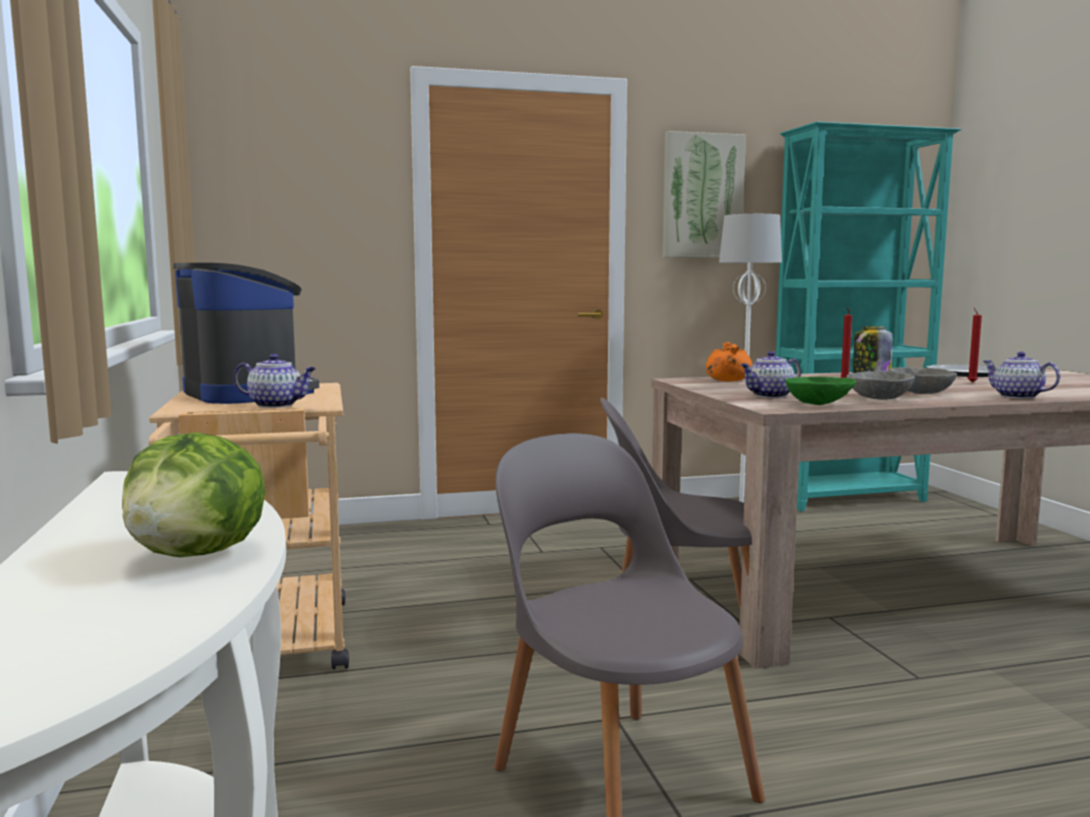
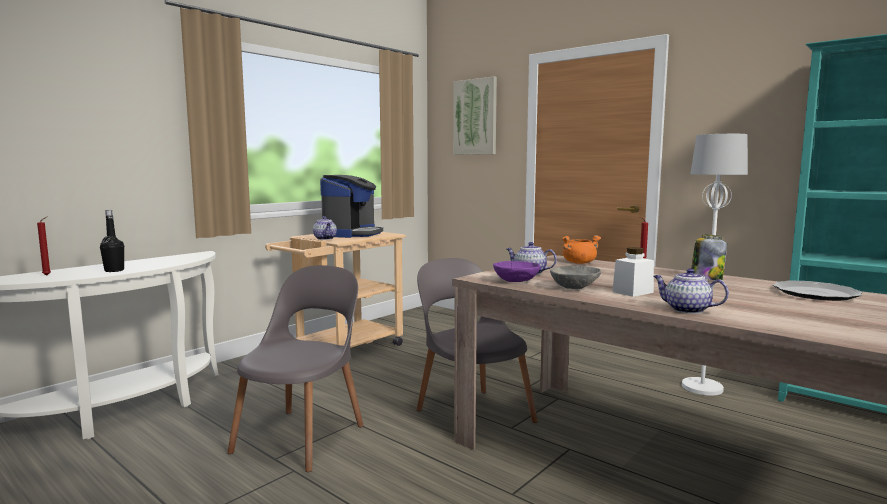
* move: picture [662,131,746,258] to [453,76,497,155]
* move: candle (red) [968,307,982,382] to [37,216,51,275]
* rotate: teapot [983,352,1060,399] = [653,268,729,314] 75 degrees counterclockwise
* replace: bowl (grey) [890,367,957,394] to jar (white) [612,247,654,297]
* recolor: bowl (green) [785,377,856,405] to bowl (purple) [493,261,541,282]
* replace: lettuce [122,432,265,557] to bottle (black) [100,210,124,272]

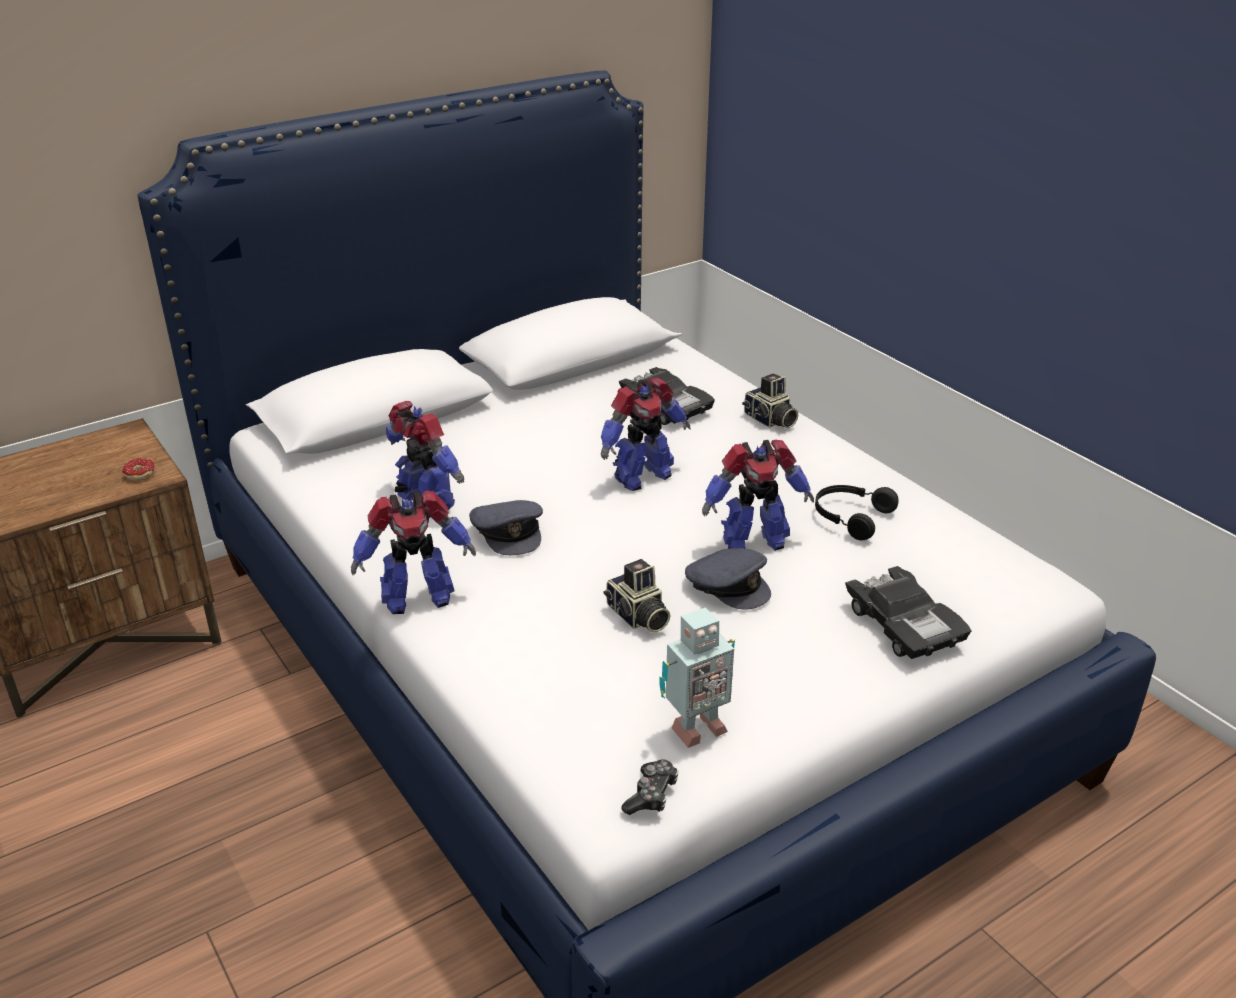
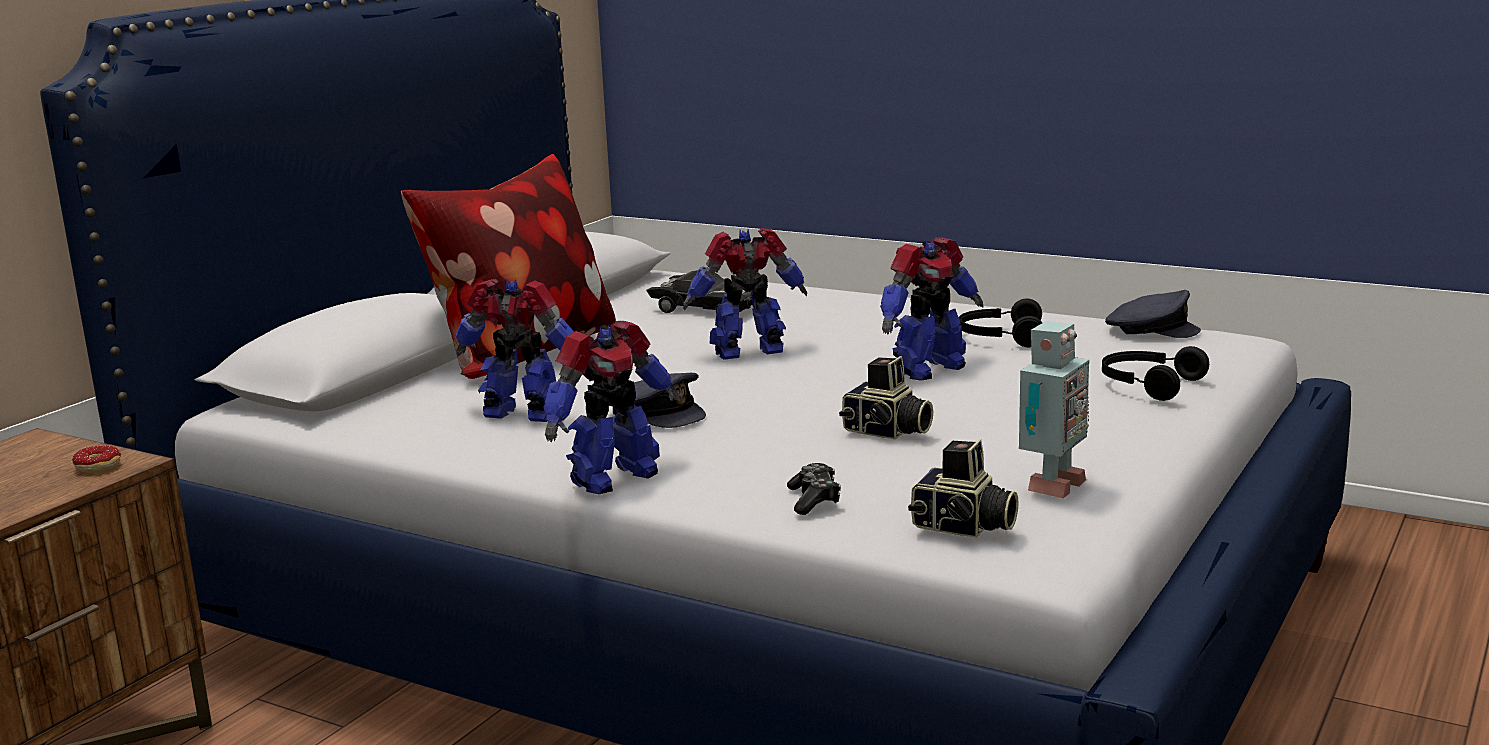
* move: photo camera [742,373,798,428] to [908,439,1018,538]
* rotate: toy robot [601,378,690,491] = [683,228,807,360] 135 degrees counterclockwise
* move: cap (grey) [685,548,771,610] to [1105,290,1201,338]
* replace: toy car (black) [845,566,972,659] to headphones (black) [1102,346,1209,401]
* move: game controller [621,760,678,815] to [787,463,841,515]
* insert: pillow [401,154,616,379]

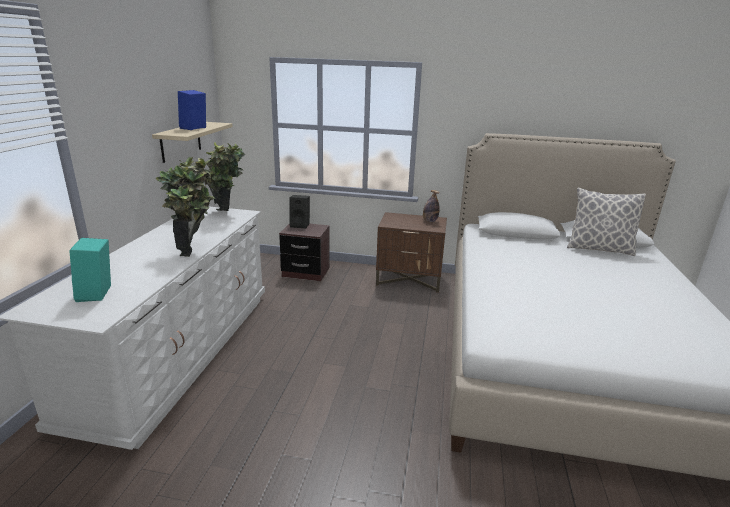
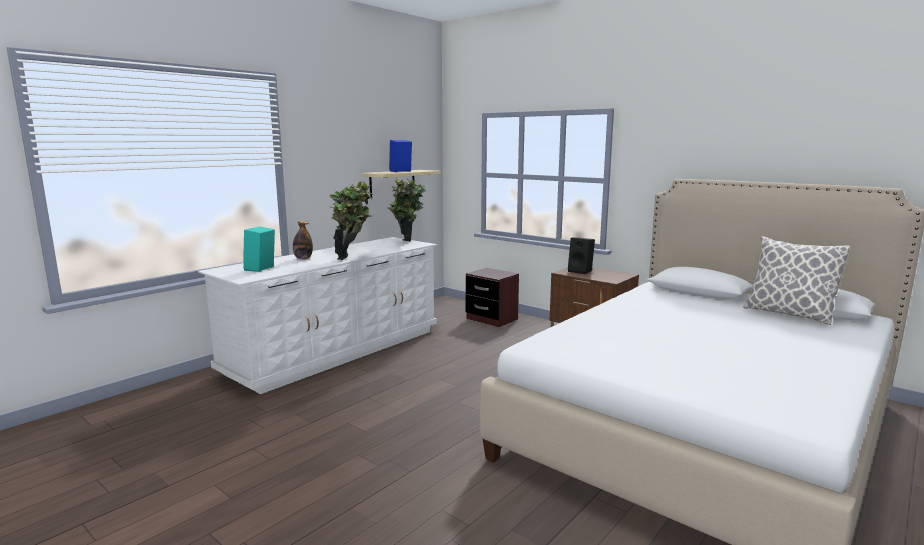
* move: bottle [423,190,440,222] to [293,221,313,259]
* move: speaker (black) [290,195,310,228] to [568,237,595,274]

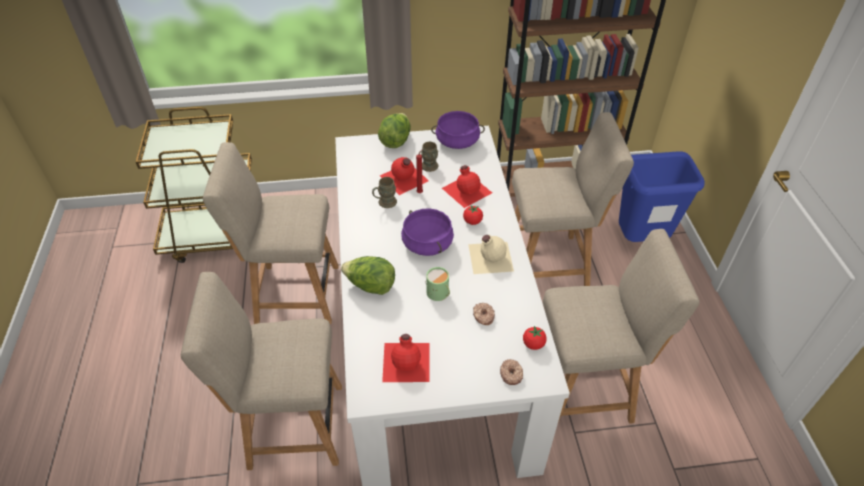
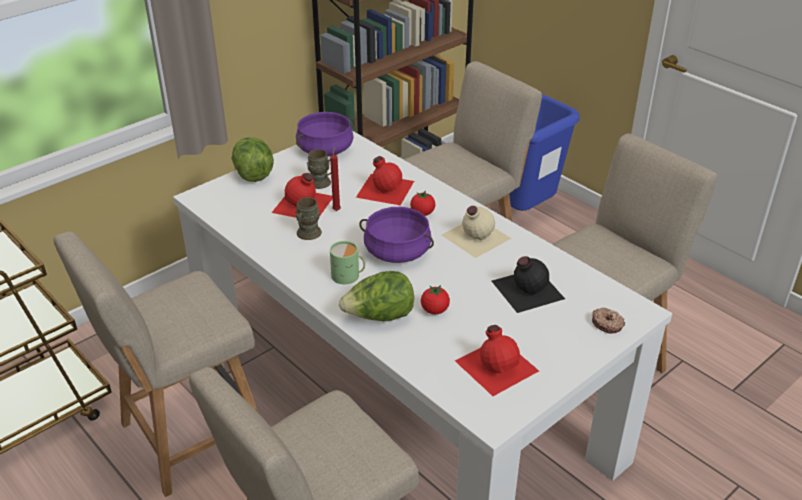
* move: mug (green) [426,267,450,301] to [330,241,365,284]
* replace: donut [473,303,495,325] to bottle (black) [492,256,565,313]
* move: tomato [523,326,546,350] to [421,285,450,314]

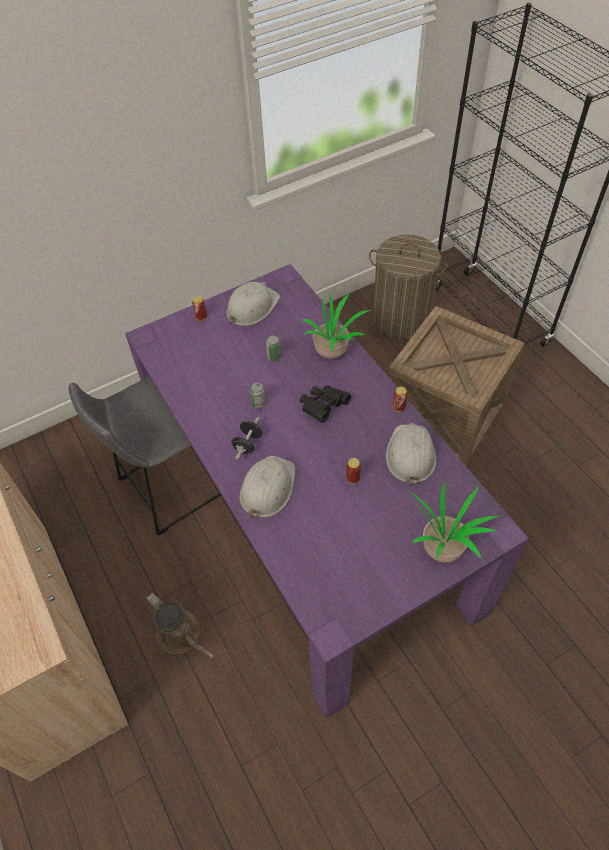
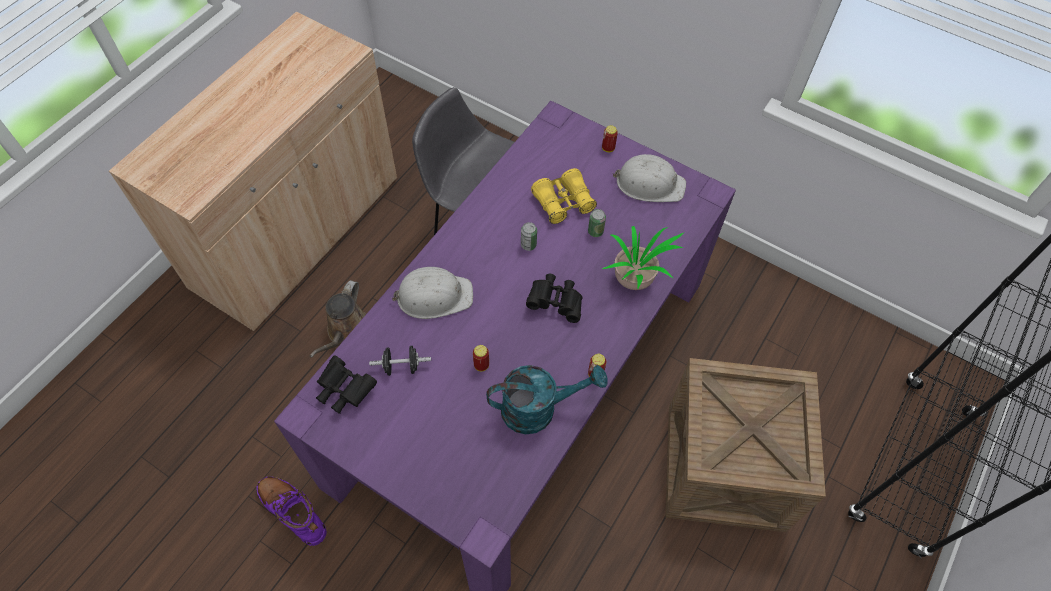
* delete: laundry basket [369,234,448,341]
* move: dumbbell (black) [232,417,262,459] to [369,346,431,376]
* replace: hard hat (white) [386,423,436,486] to watering can (turquoise) [486,365,608,434]
* delete: potted plant [410,480,499,563]
* insert: binoculars (yellow) [531,168,597,224]
* insert: binoculars (black) [316,355,377,414]
* insert: boot (purple) [256,477,327,546]

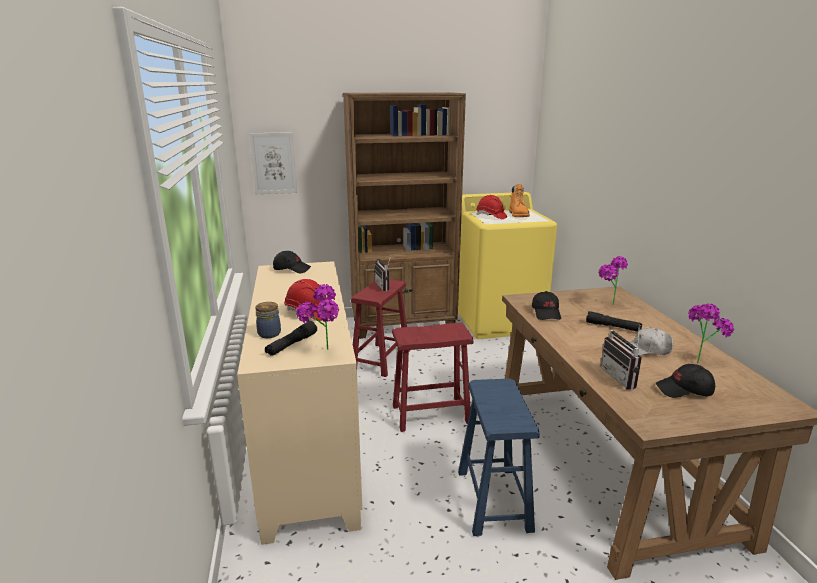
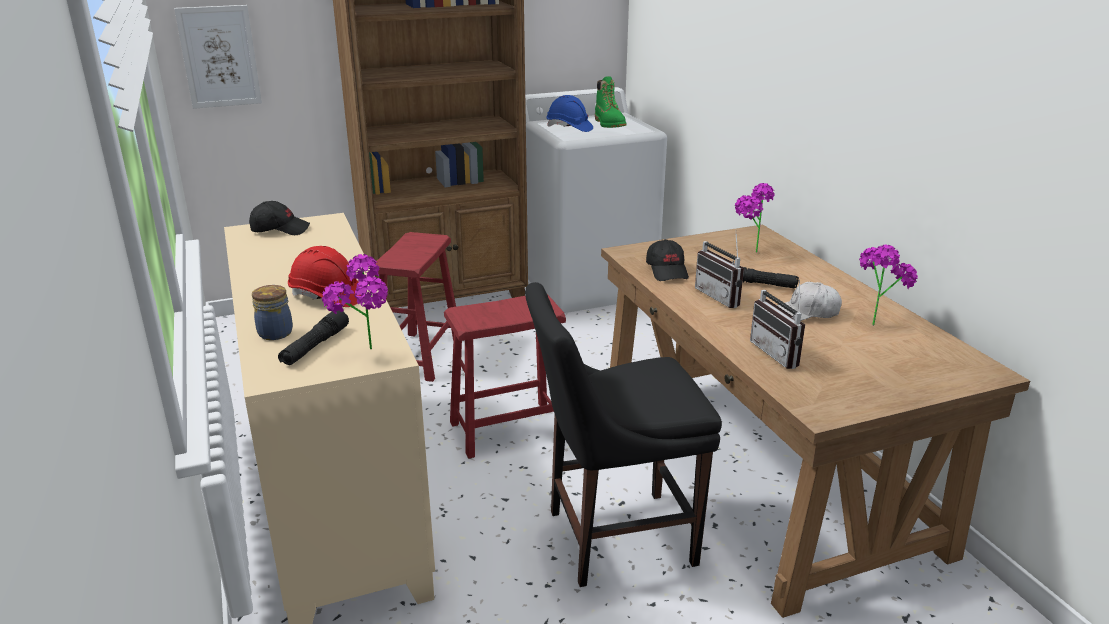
* recolor: boot (orange) [509,184,530,217] to boot (green) [595,76,627,128]
* recolor: washing machine (yellow) [458,192,557,339] to washing machine (white) [525,87,667,313]
* recolor: hard hat (red) [476,195,507,219] to hard hat (blue) [547,95,593,132]
* move: radio [374,255,391,291] to [695,231,744,308]
* delete: cap (black) [656,364,715,398]
* replace: stool (blue) [458,379,540,536] to chair (black) [525,282,722,587]

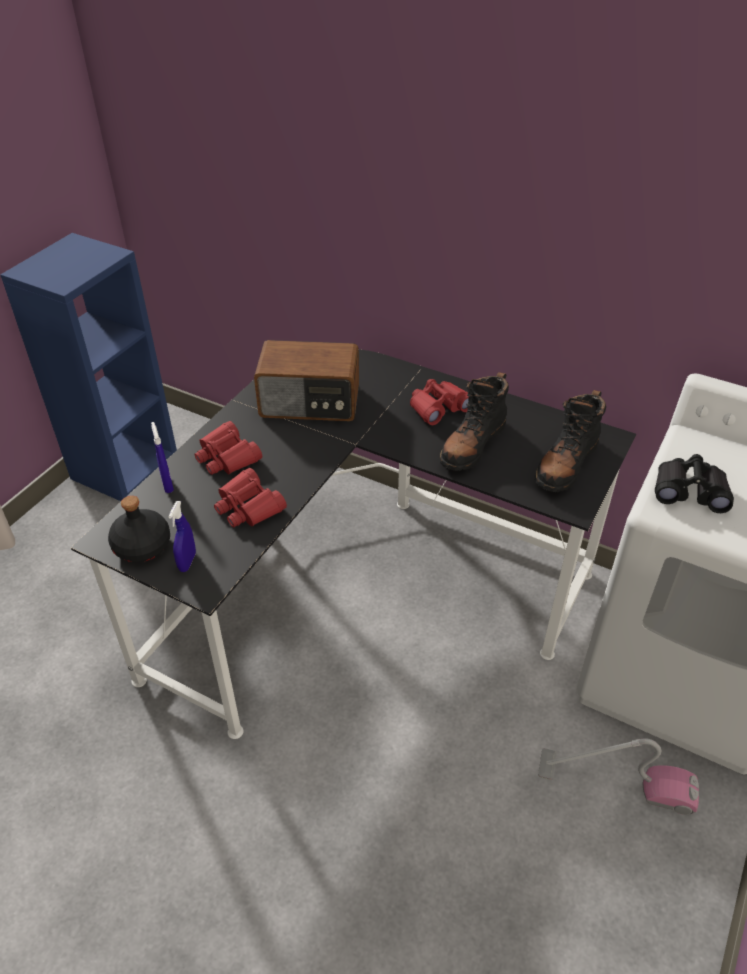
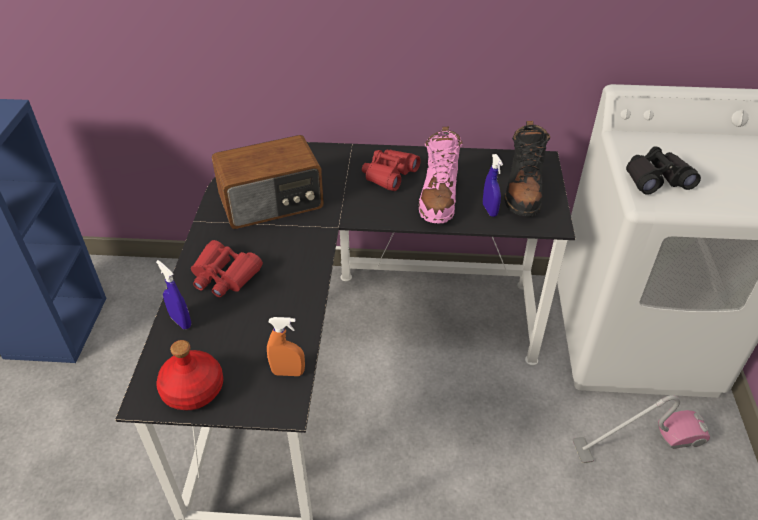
* recolor: boot (black) [439,372,509,471] to boot (pink) [418,126,462,223]
* delete: binoculars (red) [214,468,287,527]
* recolor: bottle (black) [108,496,170,562] to bottle (red) [156,340,223,410]
* move: spray bottle (blue) [169,501,196,572] to [483,154,503,217]
* insert: spray bottle (orange) [267,317,305,376]

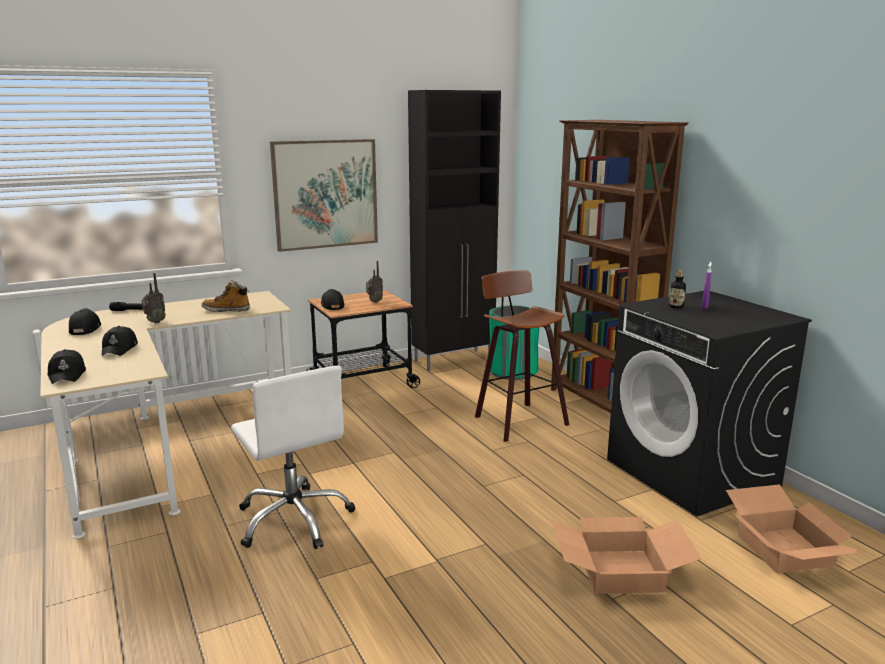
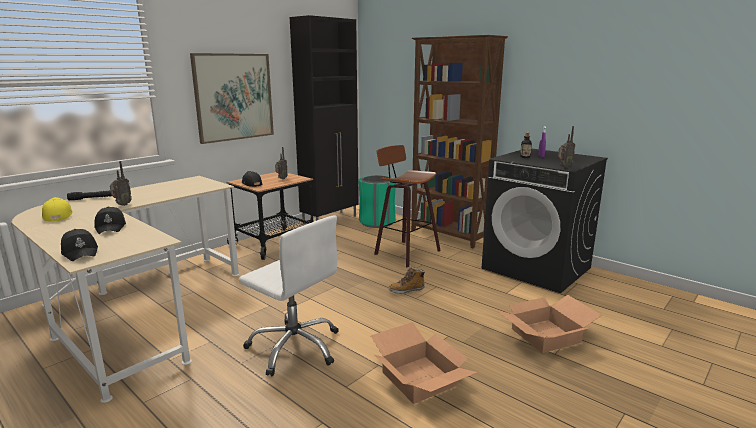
* move: boot [202,280,250,312] to [389,266,425,294]
* recolor: cap (black) [69,308,101,335] to cap (yellow) [42,197,73,222]
* move: cardboard box [726,484,864,574] to [371,322,477,404]
* insert: radio [558,126,575,168]

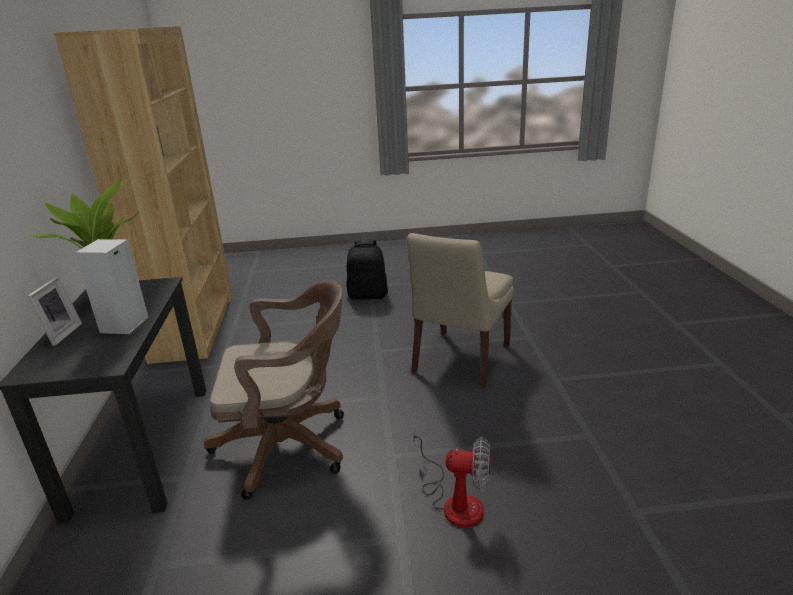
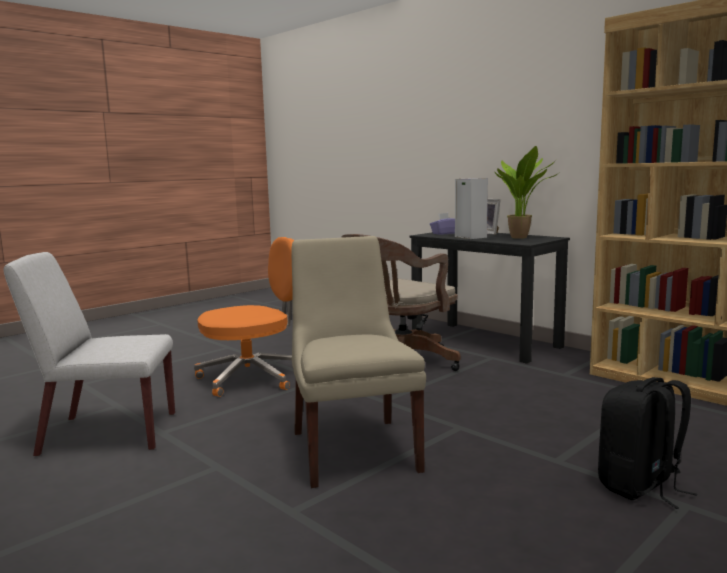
* replace: fan [413,427,491,527] to office chair (orange) [194,237,294,397]
* insert: tissue box (purple) [430,213,455,235]
* insert: chair (white) [4,252,175,457]

